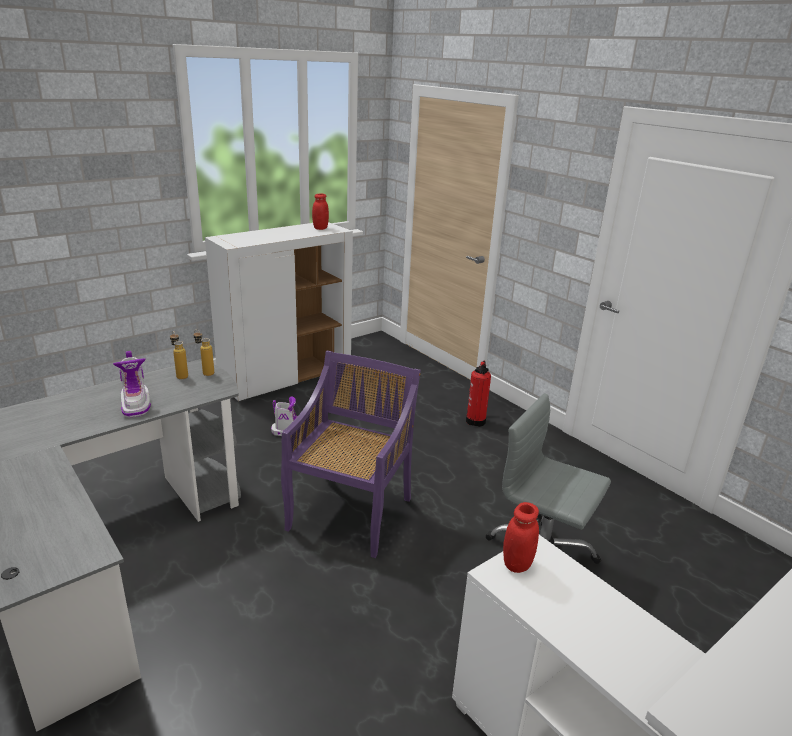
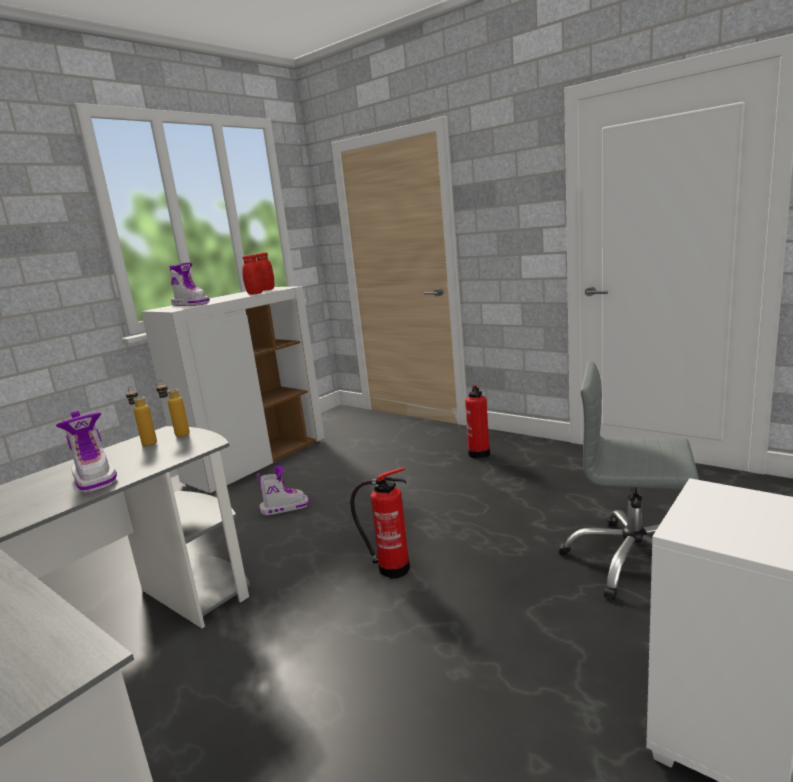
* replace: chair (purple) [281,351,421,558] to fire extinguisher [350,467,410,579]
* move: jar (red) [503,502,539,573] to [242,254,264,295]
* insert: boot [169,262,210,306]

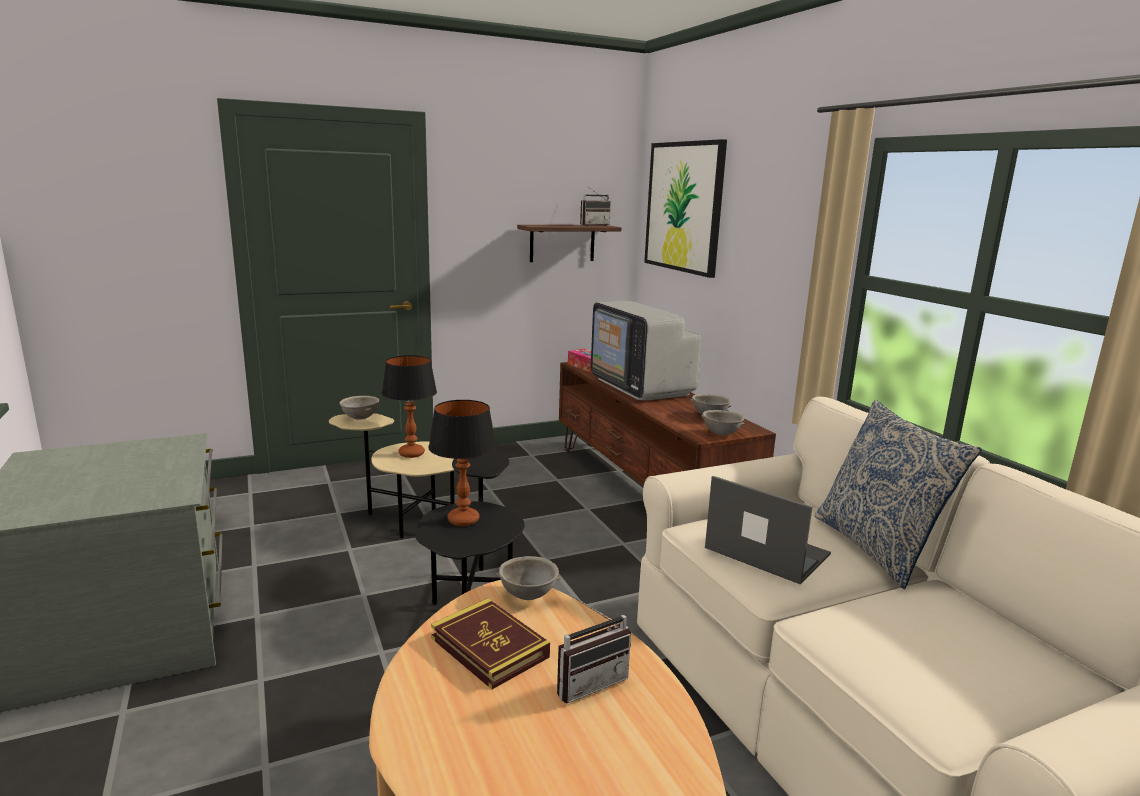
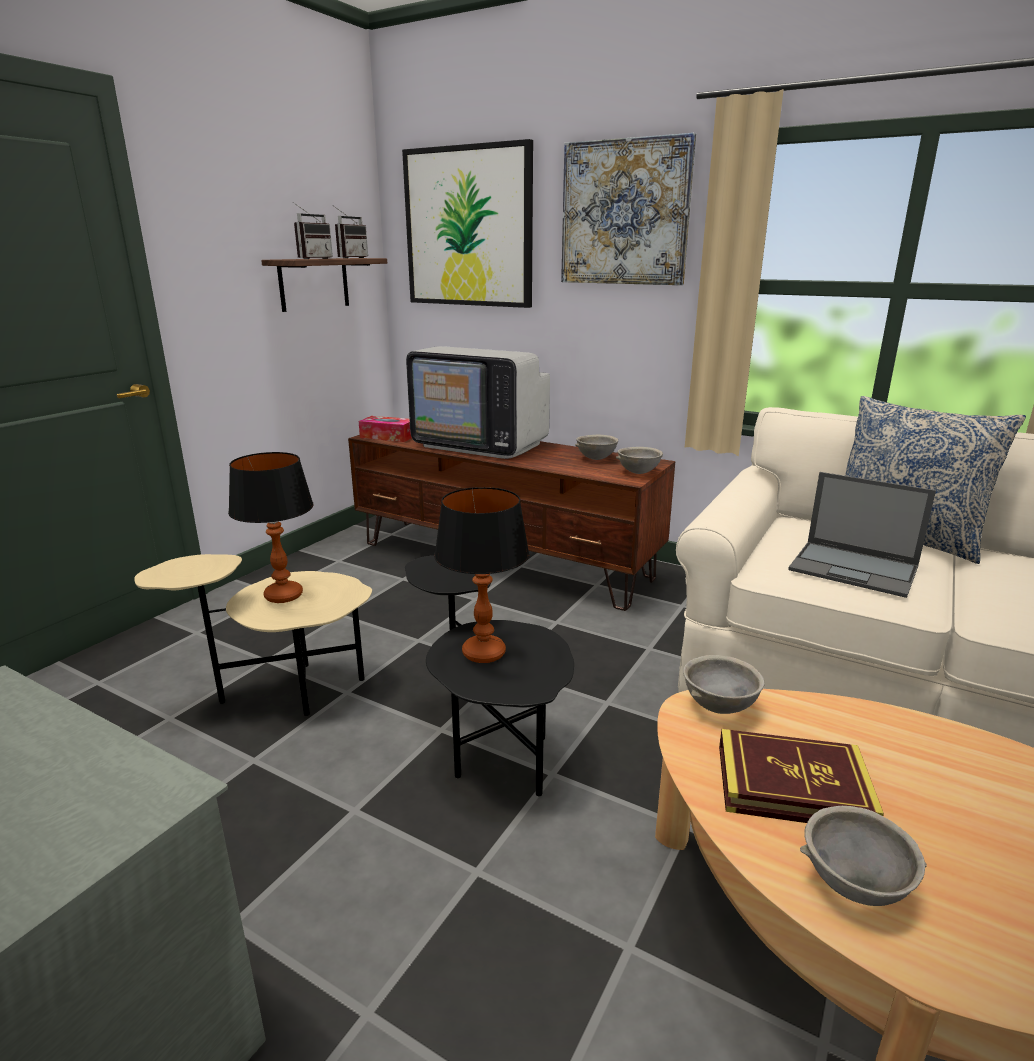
* move: bowl (grey) [340,396,379,420] to [800,806,927,906]
* rotate: laptop [705,476,831,584] = [788,472,936,598] 150 degrees counterclockwise
* move: radio [557,596,631,704] to [293,202,333,259]
* insert: picture [561,133,696,285]

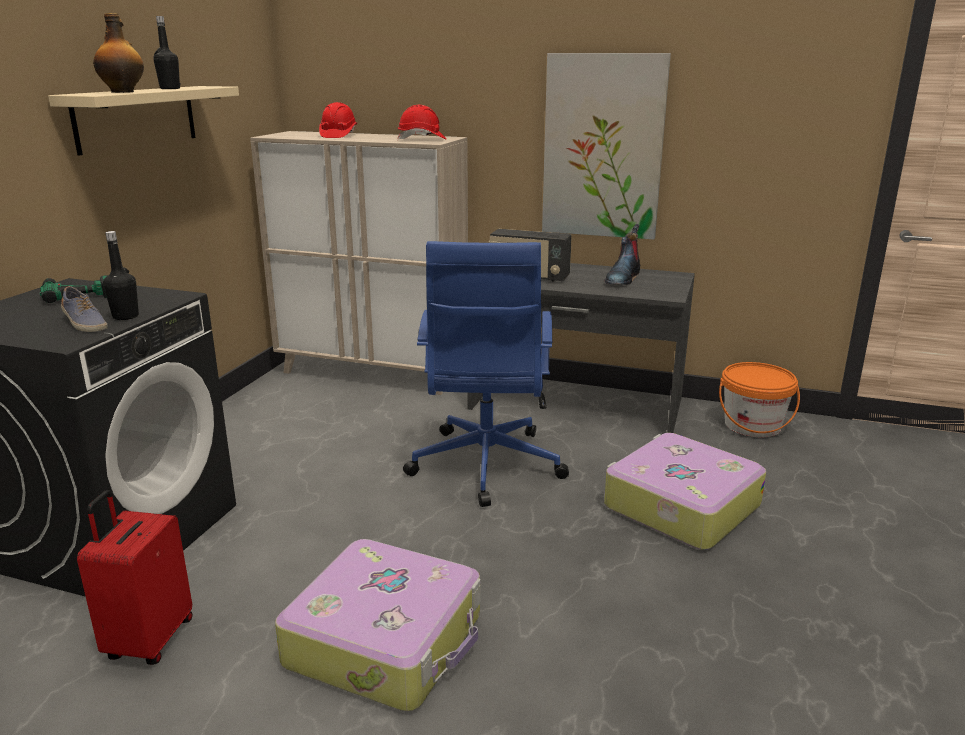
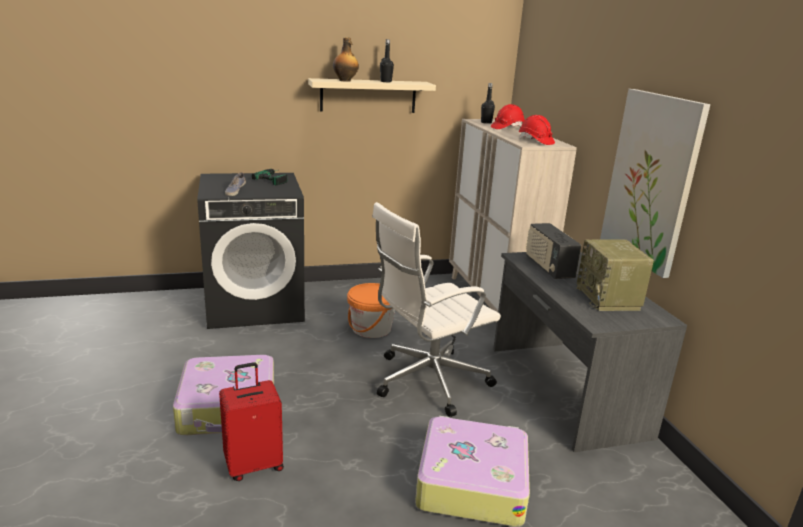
* replace: boot [604,224,640,285] to radio [577,239,654,311]
* move: bottle (black) [103,231,139,320] to [481,83,495,124]
* recolor: office chair (blue) [403,241,569,507] to office chair (white) [372,202,501,417]
* move: bucket (orange) [719,362,800,437] to [347,283,395,338]
* move: suitcase (red) [77,490,192,665] to [219,362,284,481]

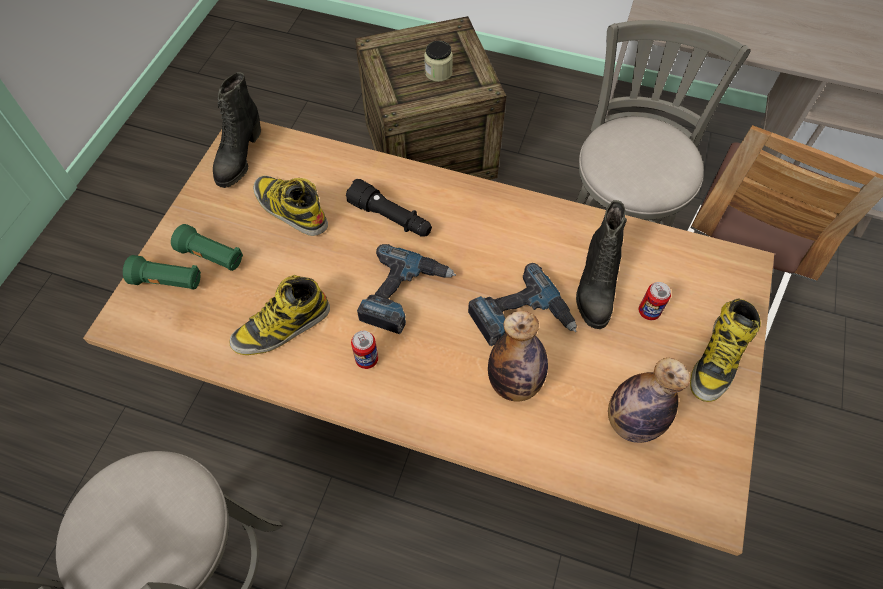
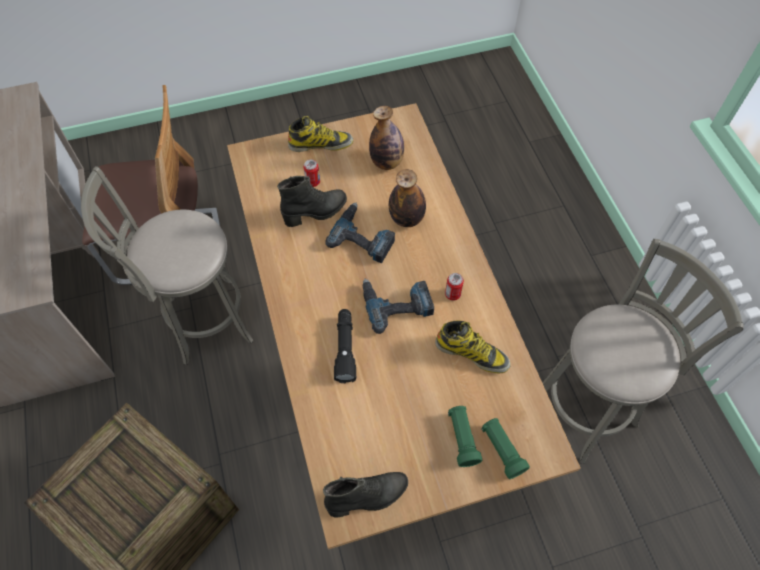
* delete: jar [424,41,453,82]
* delete: boot [253,176,328,236]

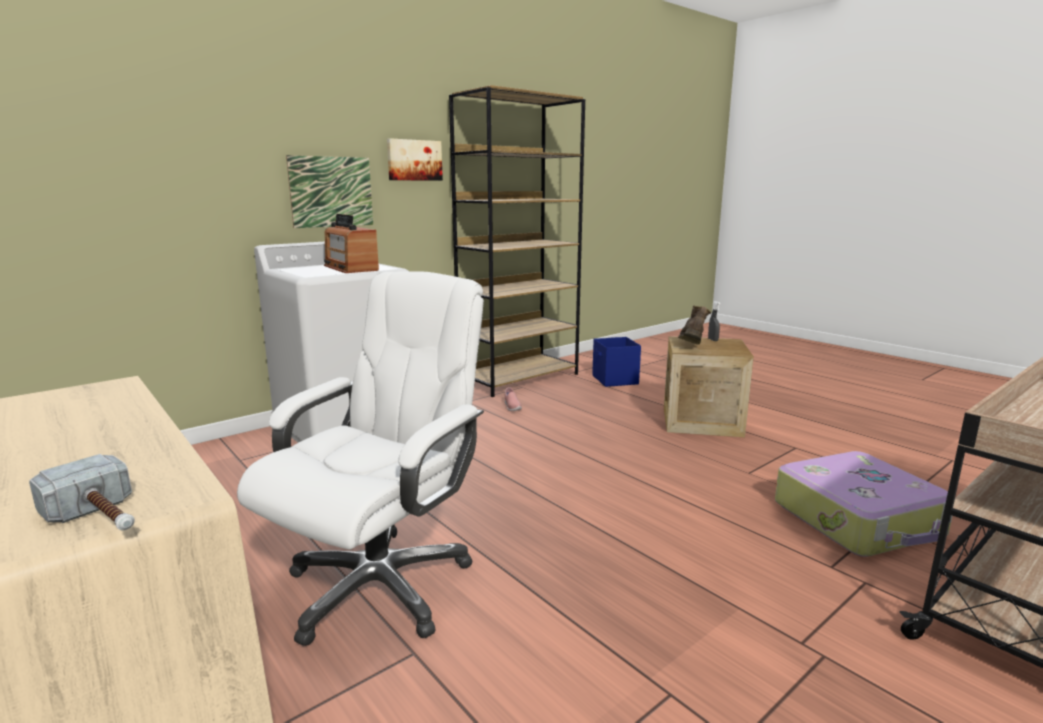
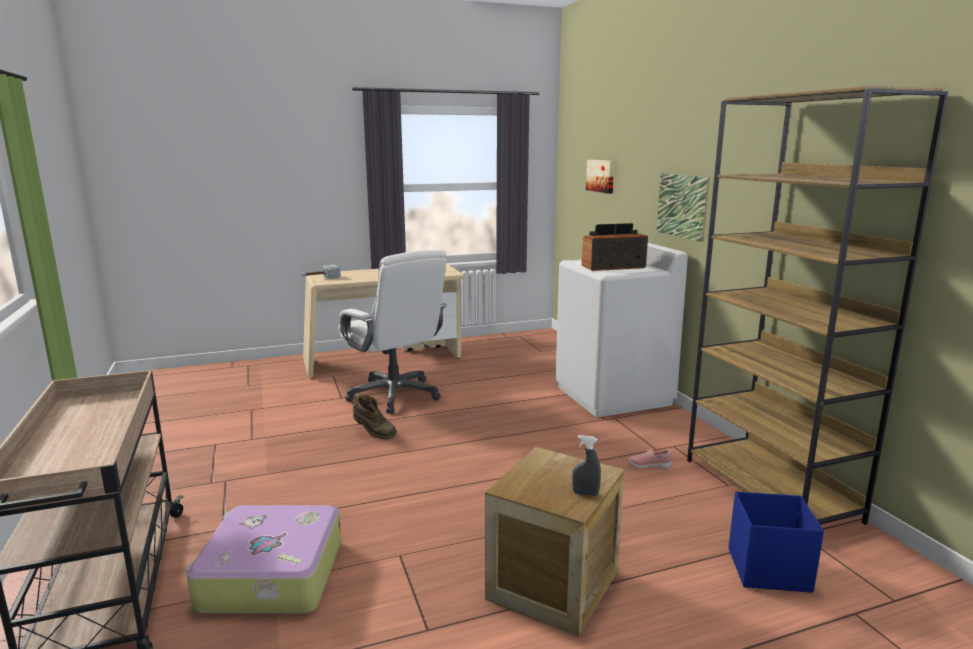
* move: picture [387,138,443,181] to [586,160,614,193]
* move: boot (brown) [678,305,711,344] to [353,394,397,439]

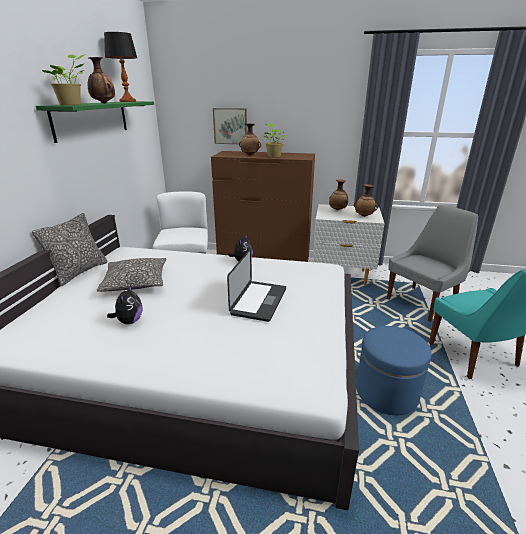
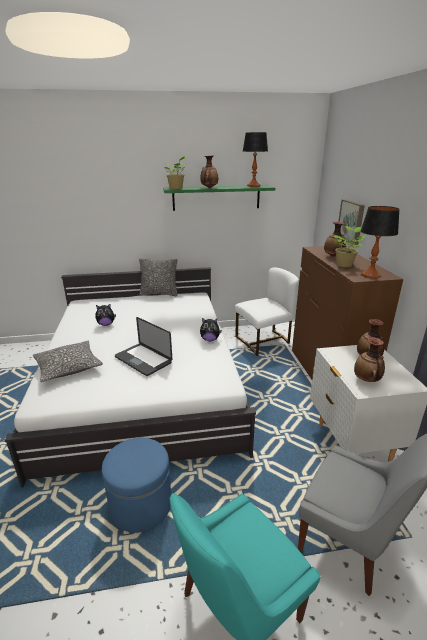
* rotate: laptop [227,248,286,322] = [115,317,172,376] 45 degrees clockwise
* move: pillow [96,258,166,292] to [33,341,103,382]
* insert: table lamp [360,206,400,279]

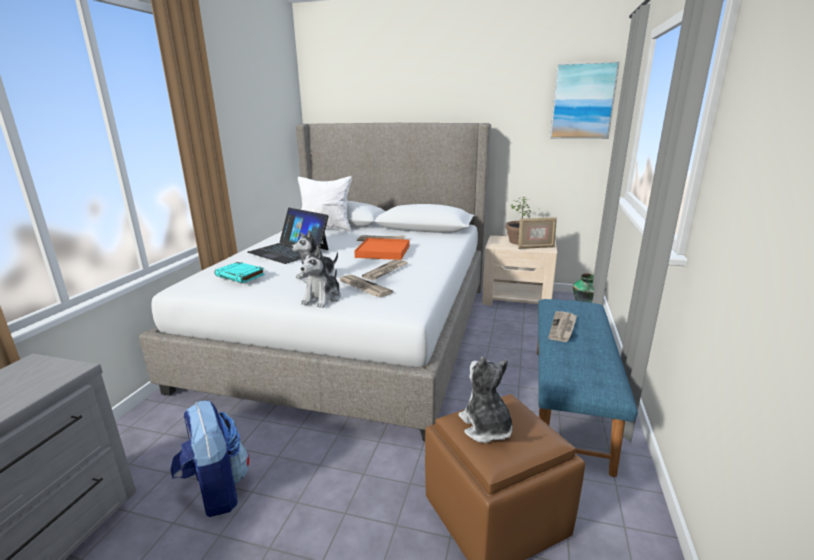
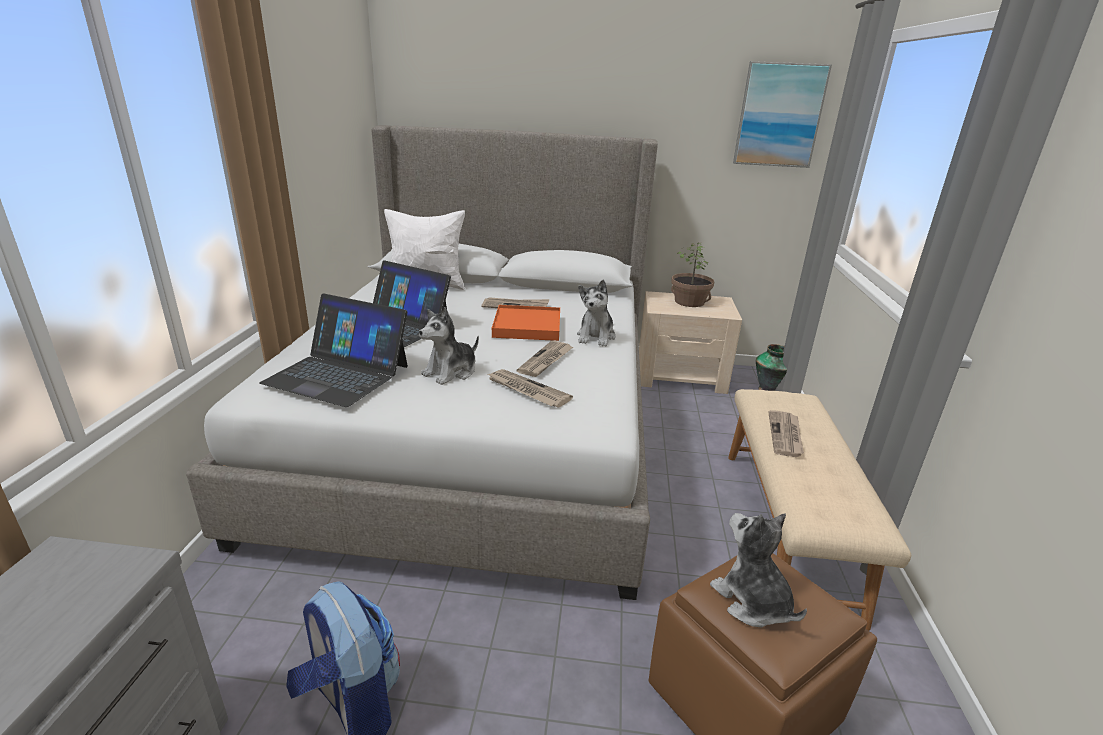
* delete: picture frame [518,217,557,249]
* move: plush toy [299,247,341,308] to [577,280,616,347]
* replace: book (turquoise) [215,262,265,283] to laptop [260,293,408,407]
* recolor: bench (blue) [537,299,638,477] to bench (beige) [728,389,912,631]

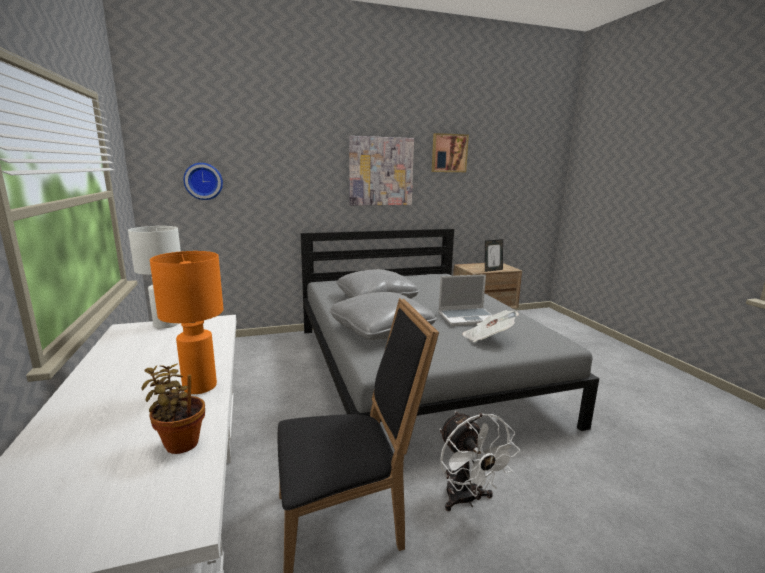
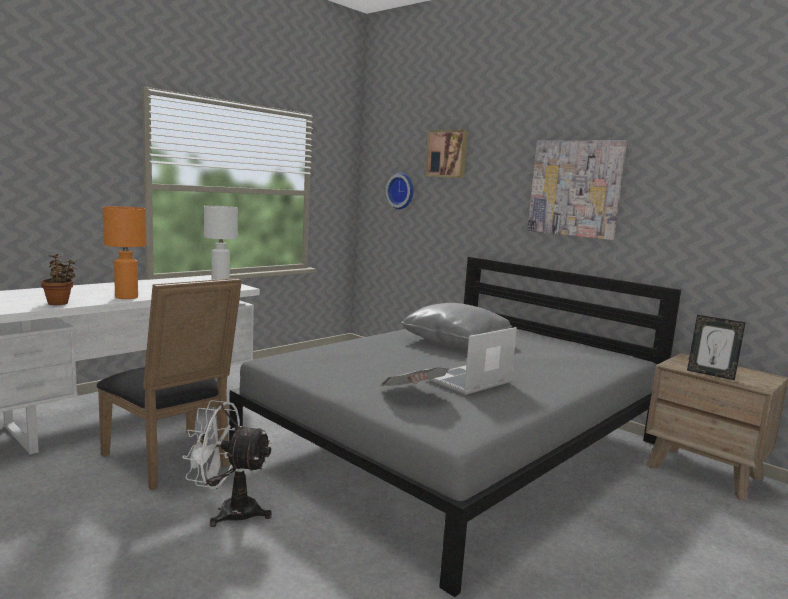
* move: picture [432,133,469,172] to [425,130,468,178]
* rotate: laptop [438,274,492,326] = [428,327,517,395] 90 degrees clockwise
* delete: pillow (grey) [329,292,437,340]
* rotate: fan (white) [439,411,520,511] = [182,400,272,527] 60 degrees clockwise

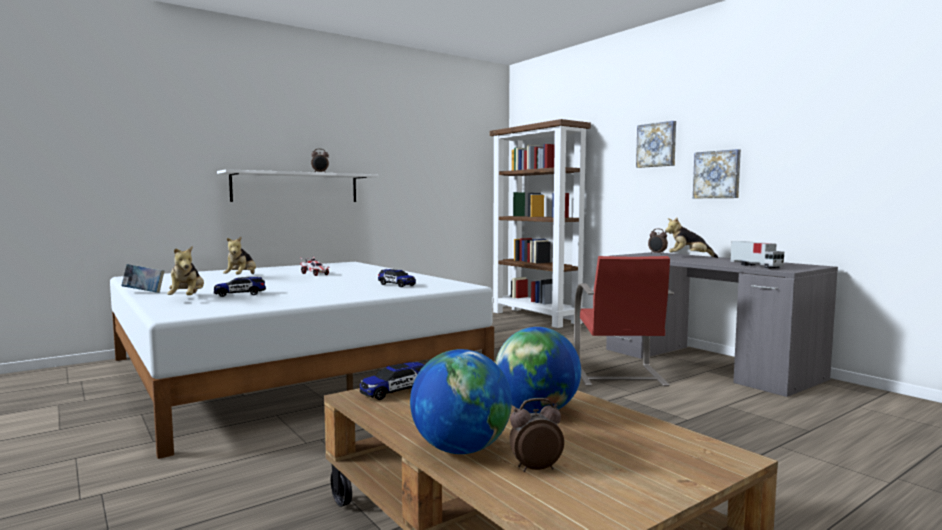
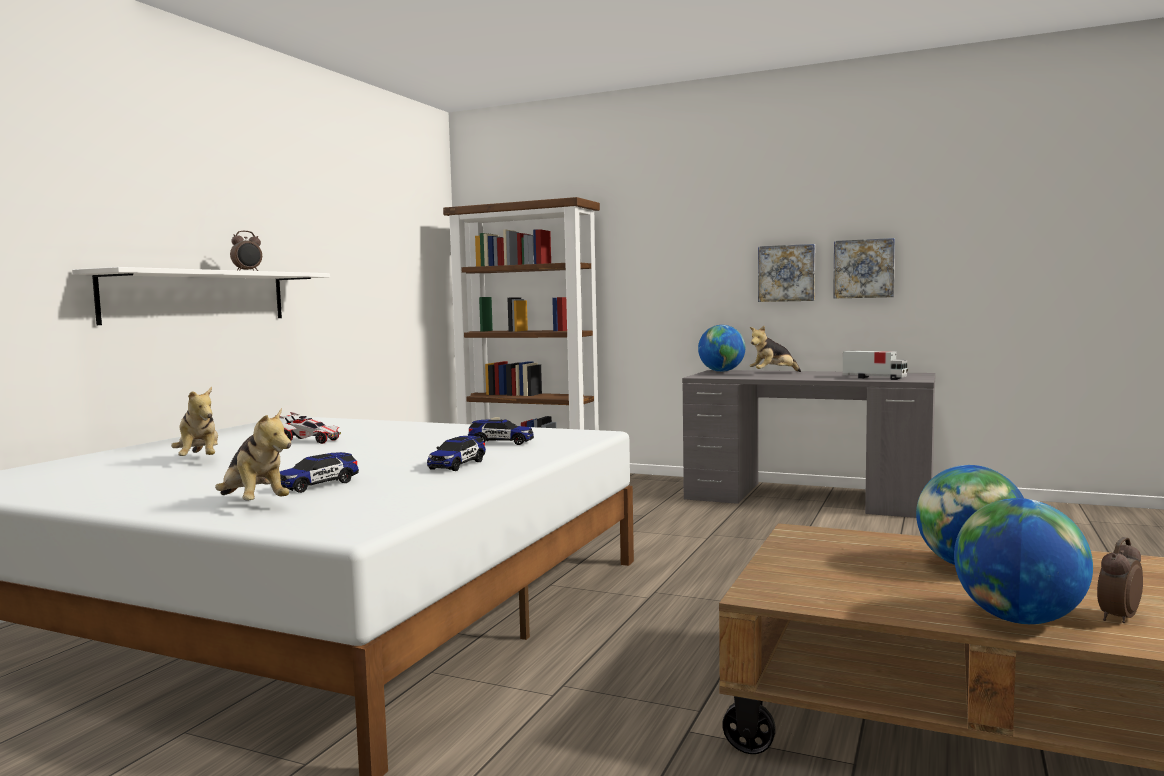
* move: picture [636,121,676,168] to [833,238,895,298]
* replace: alarm clock [648,229,668,254] to globe [698,325,745,372]
* delete: chair (red) [574,256,674,386]
* delete: book [121,264,164,293]
* move: toy car [360,362,424,400] to [427,435,486,471]

